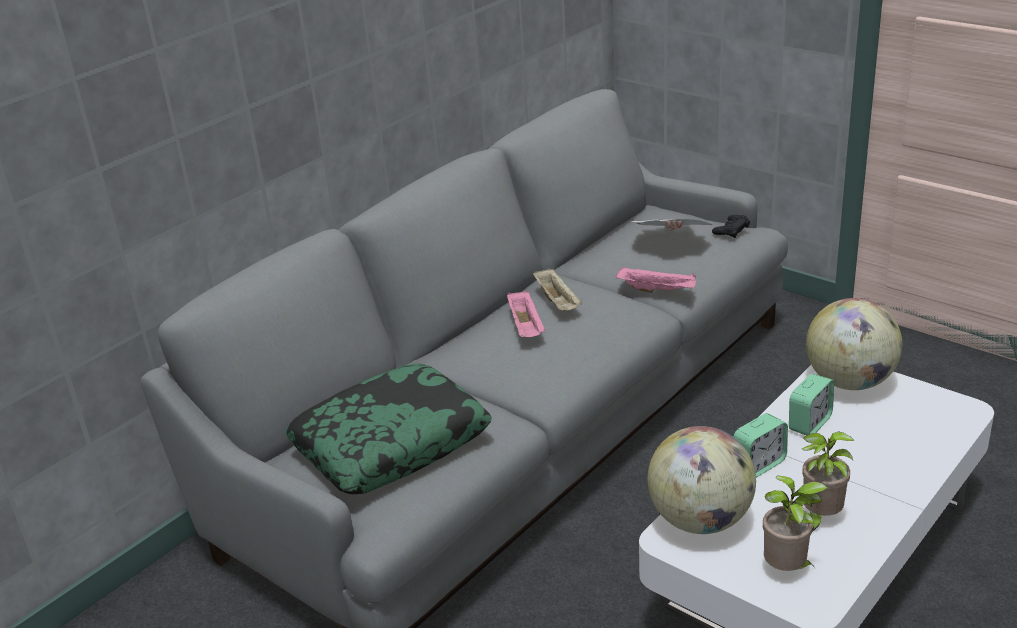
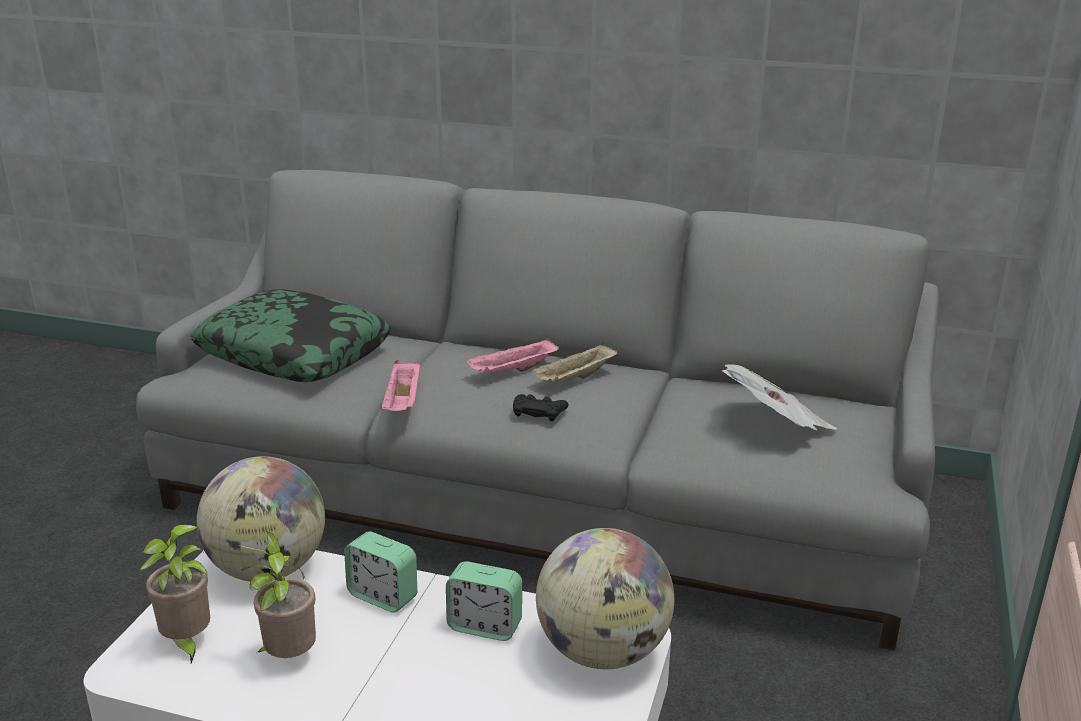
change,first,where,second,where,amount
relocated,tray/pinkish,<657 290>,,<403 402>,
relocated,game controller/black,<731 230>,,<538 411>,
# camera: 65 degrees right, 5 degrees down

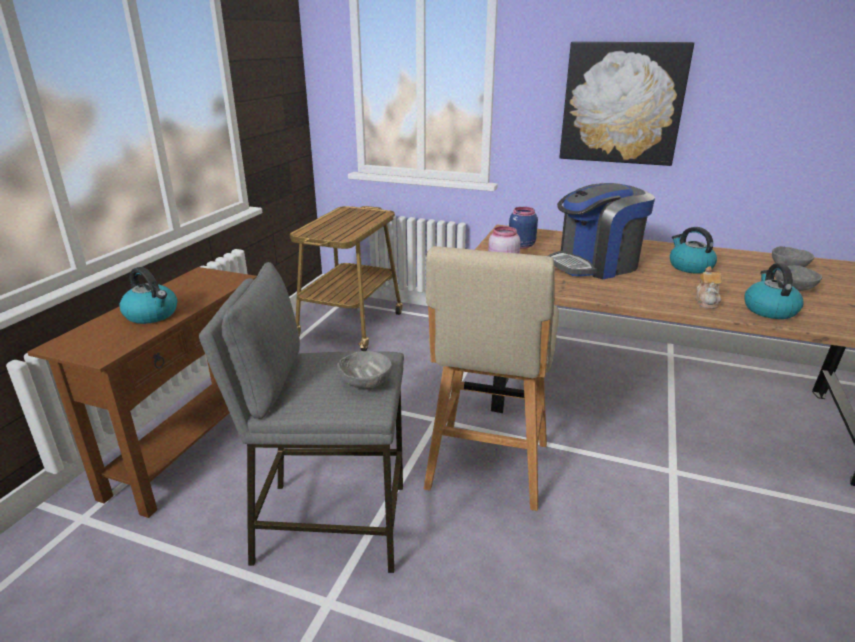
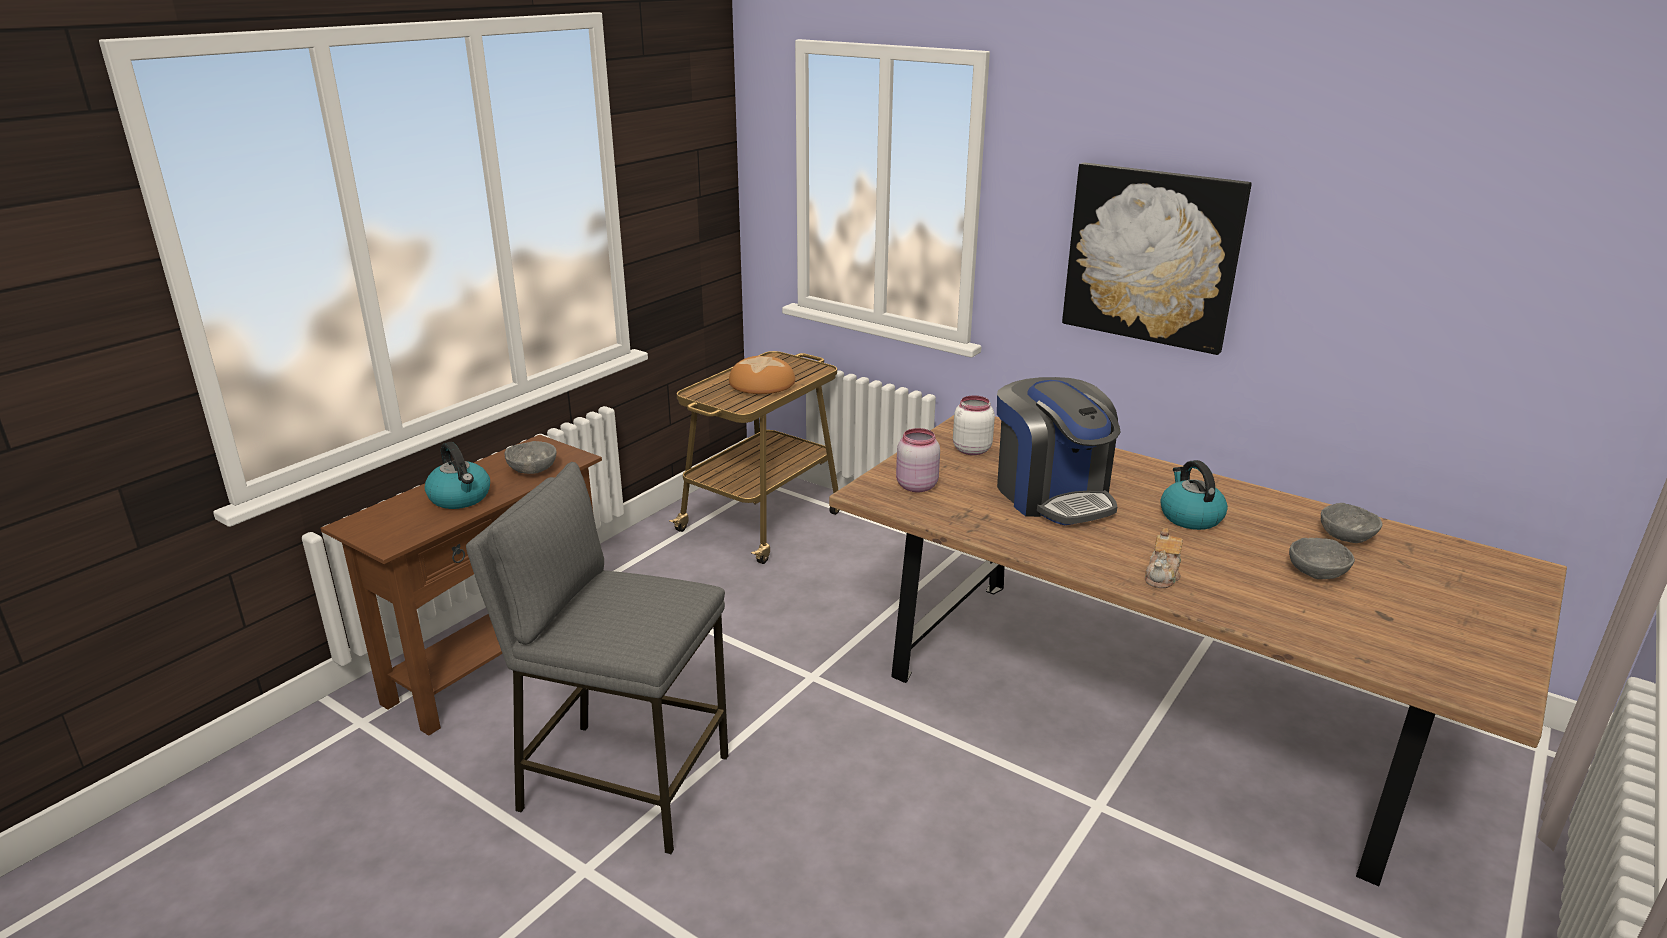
change,first,where,second,where,amount
relocated,deep dish/grey,<365 383>,,<532 470>,
appeared,,,bread,<761 383>,
colour,storage jar/blue,<520 245>,storage jar/white,<970 449>,
spun,coffee maker,<595 265>,,<1052 495>,105 degrees counterclockwise
missing,sitting stool/beige-coloured,<487 469>,,,
missing,kettle,<769 310>,,,
# camera: 15 degrees right, 0 degrees up

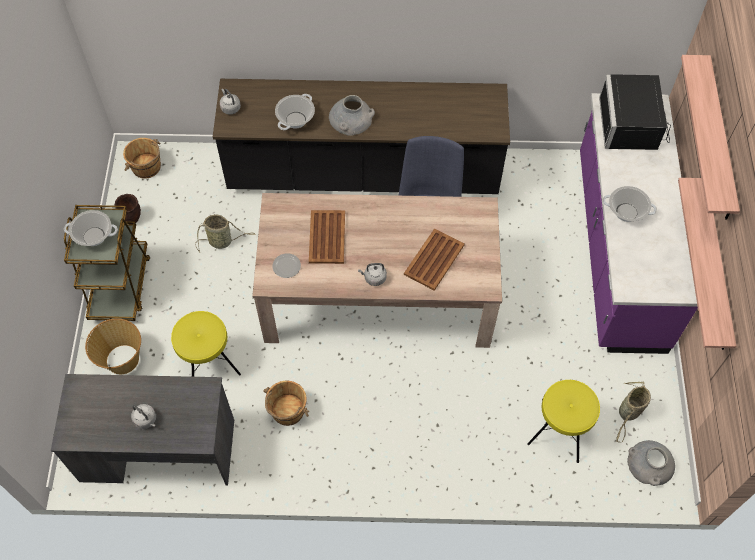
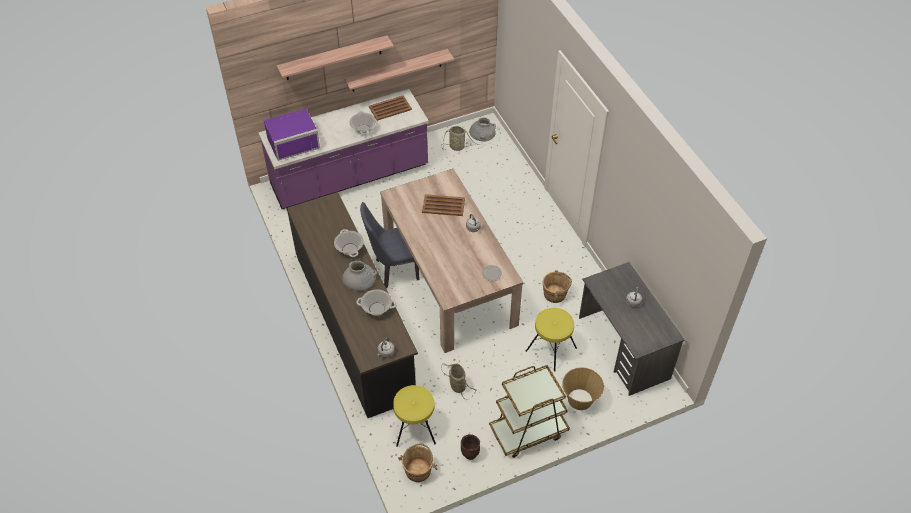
change,first,where,second,where,amount
colour,kitchen microwave/black,<633 125>,kitchen microwave/purple-coloured,<292 141>,
relocated,cooking pot,<94 236>,,<349 249>,
relocated,tray/brown,<327 236>,,<389 108>,
relocated,sitting stool/yellowish,<560 430>,,<415 427>,
# camera: 115 degrees left, 10 degrees down

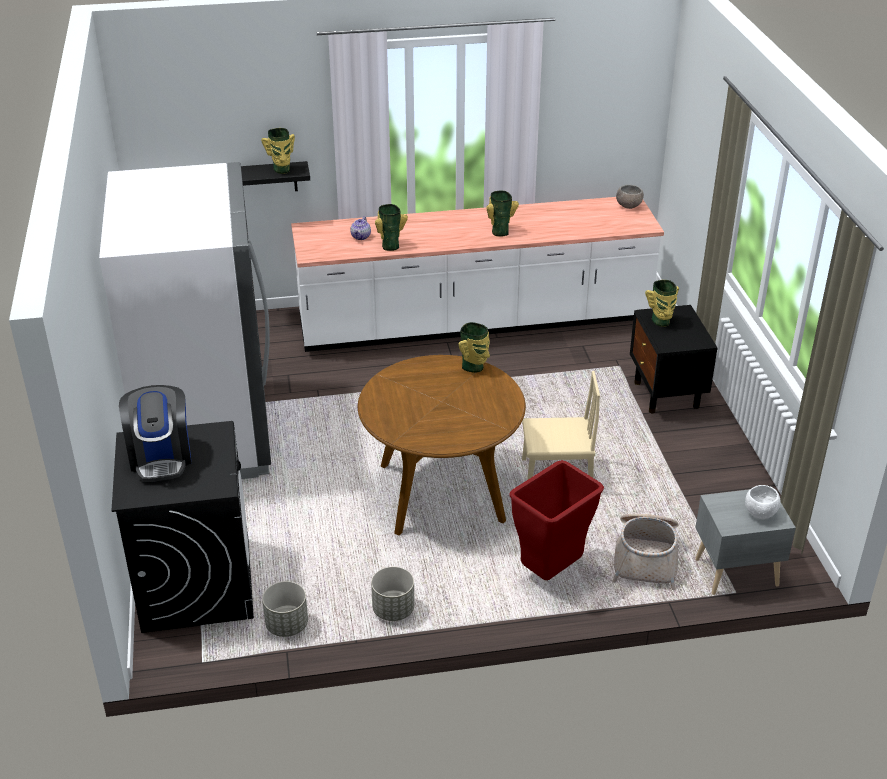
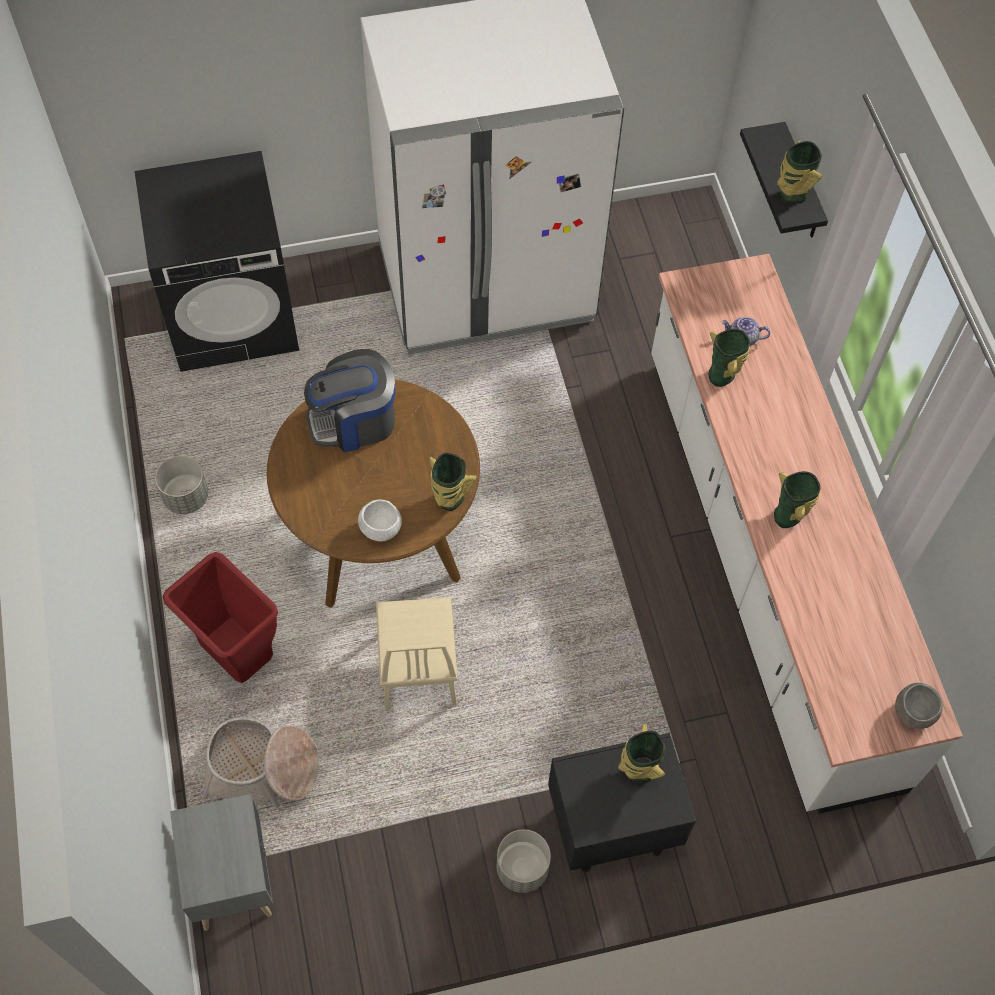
change,first,where,second,where,amount
relocated,coffee maker,<161 457>,,<354 421>,
relocated,deep dish/white,<760 513>,,<380 529>,
relocated,plant pot/grey,<286 625>,,<522 868>,
# camera: 85 degrees right, 25 degrees up

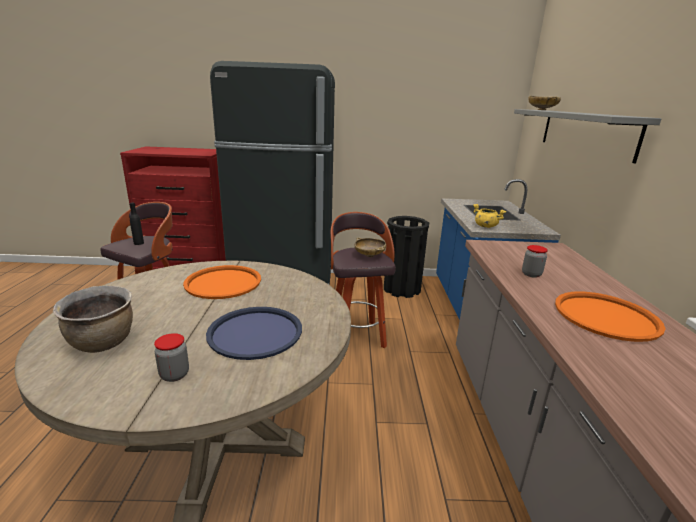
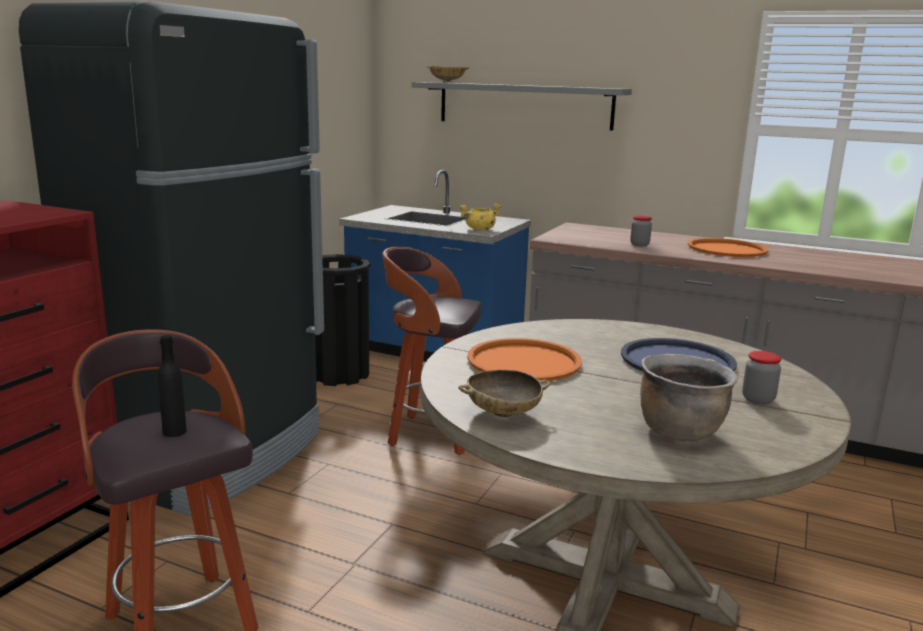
change,first,where,second,where,amount
relocated,deep dish/beige-coloured,<369 255>,,<503 413>,
# camera: 65 degrees left, 5 degrees down

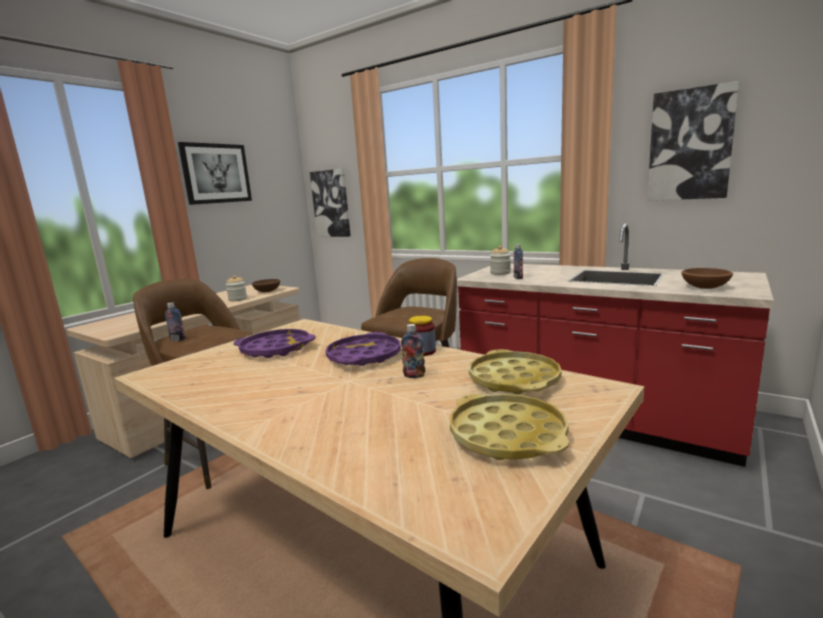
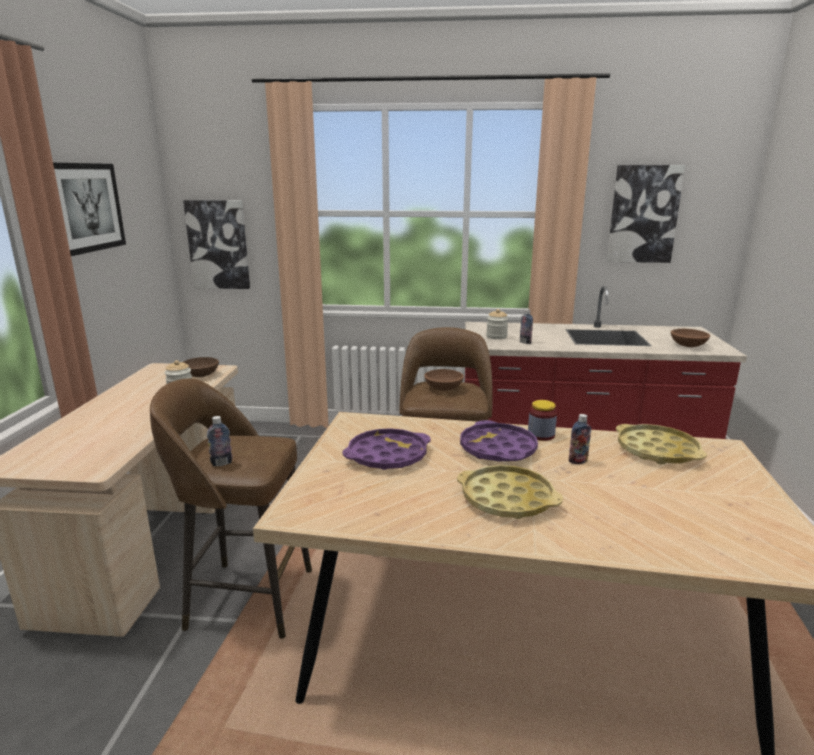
change,first,where,second,where,amount
appeared,,,deep dish/brown,<443 388>,
relocated,tray/yellowish,<507 435>,,<507 499>,
# camera: 30 degrees left, 5 degrees up

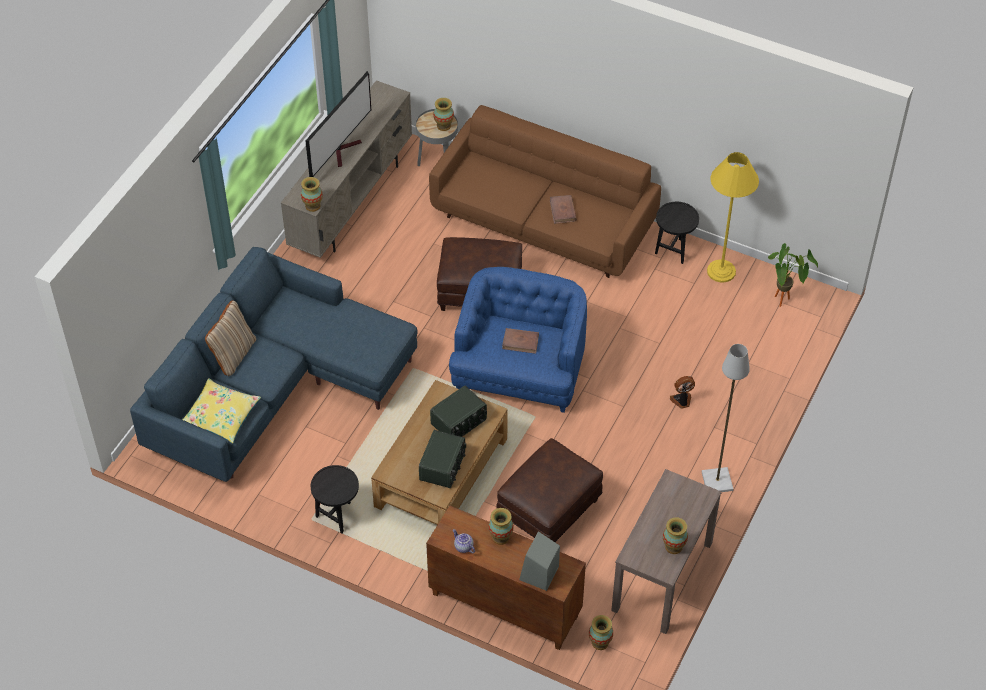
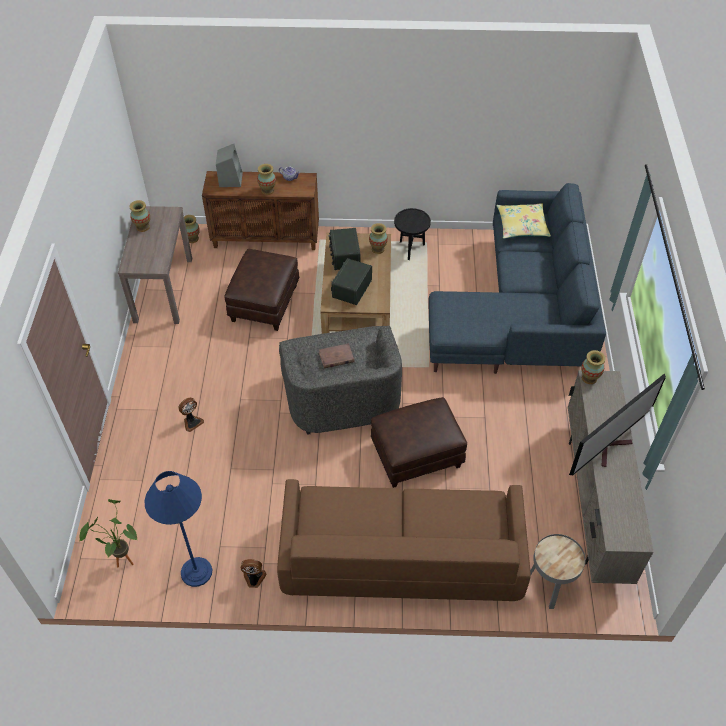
change,first,where,second,where,amount
colour,standard lamp/yellowish,<721 271>,standard lamp/blue,<196 572>,
exchanged,side table/black,<674 250>,electric fan,<254 579>,
colour,armchair/blue,<519 370>,armchair/grey,<341 397>,
relocated,flower vase,<444 126>,,<378 249>,
spun,television,<344 150>,,<611 447>,135 degrees counterclockwise
missing,pillow/beige-coloured,<233 355>,,,
missing,book/brown,<562 211>,,,
missing,standard lamp/grey,<716 481>,,,
# camera: 155 degrees right, 0 degrees up

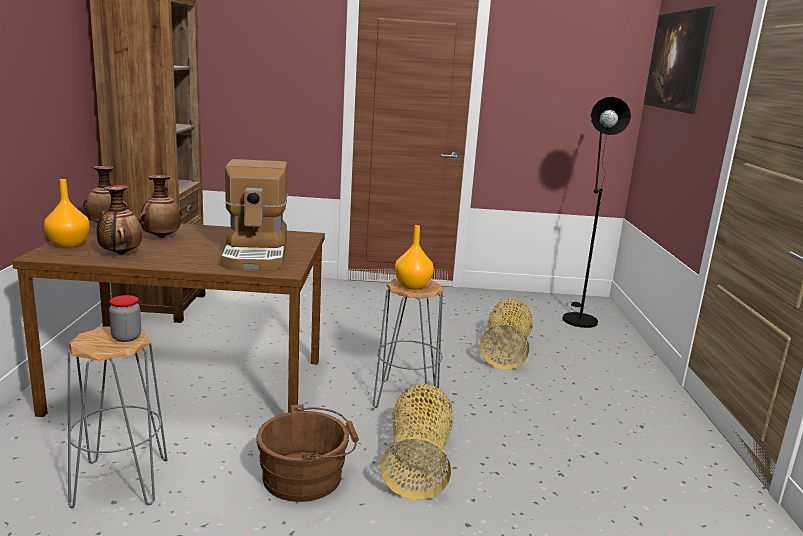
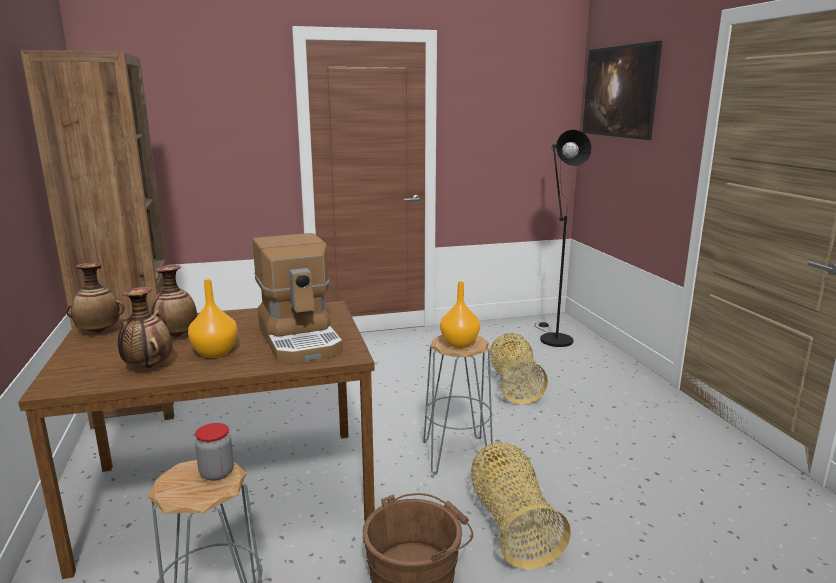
change,first,where,second,where,amount
relocated,flower vase/orange,<69 244>,,<215 352>,
# camera: 15 degrees left, 0 degrees up

